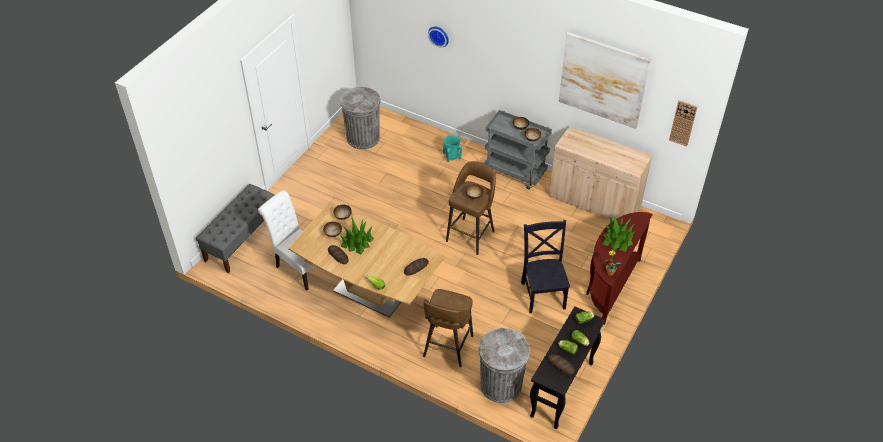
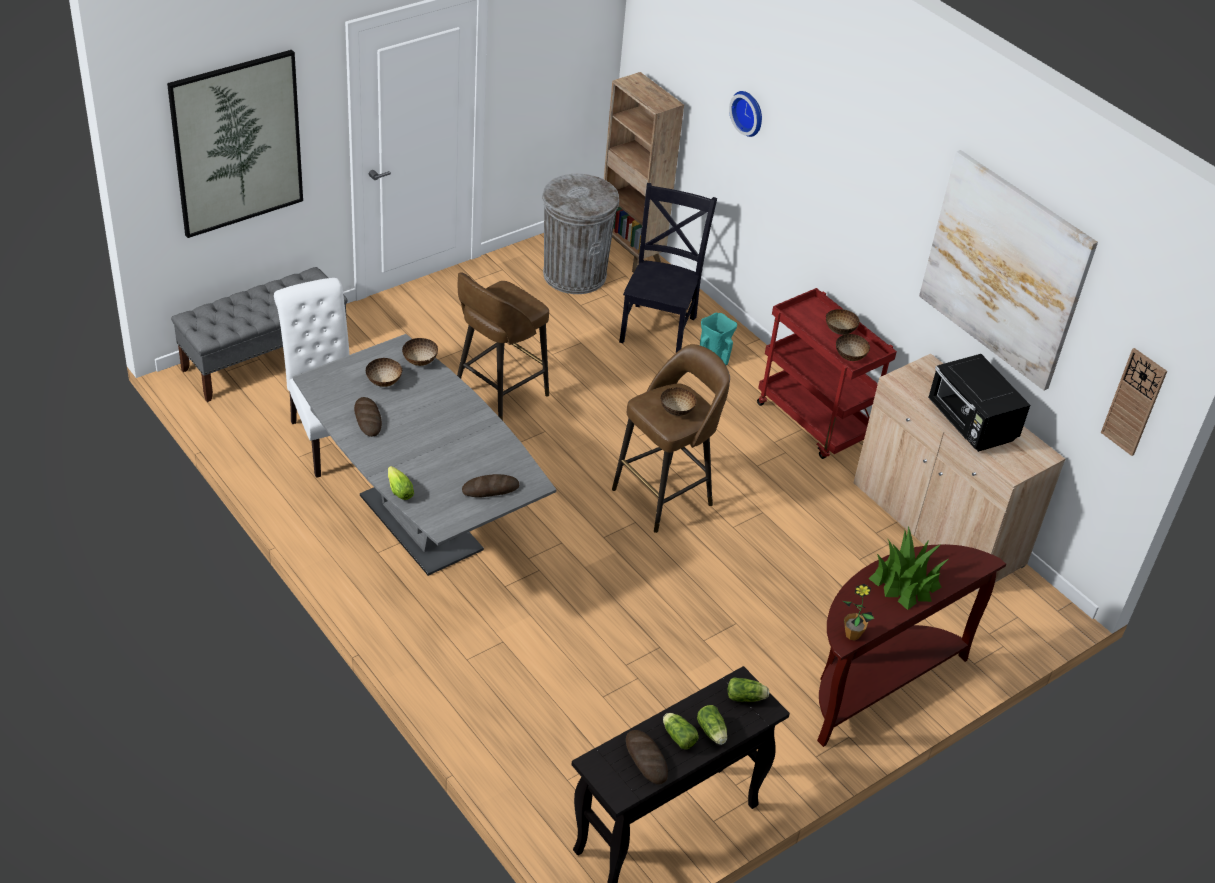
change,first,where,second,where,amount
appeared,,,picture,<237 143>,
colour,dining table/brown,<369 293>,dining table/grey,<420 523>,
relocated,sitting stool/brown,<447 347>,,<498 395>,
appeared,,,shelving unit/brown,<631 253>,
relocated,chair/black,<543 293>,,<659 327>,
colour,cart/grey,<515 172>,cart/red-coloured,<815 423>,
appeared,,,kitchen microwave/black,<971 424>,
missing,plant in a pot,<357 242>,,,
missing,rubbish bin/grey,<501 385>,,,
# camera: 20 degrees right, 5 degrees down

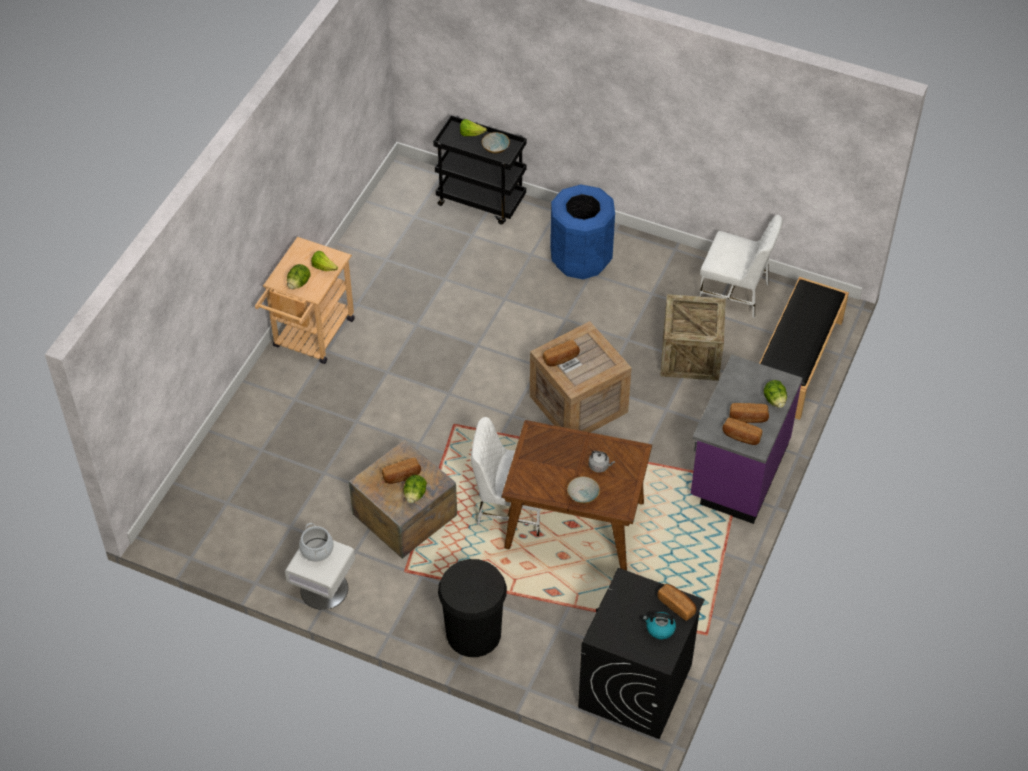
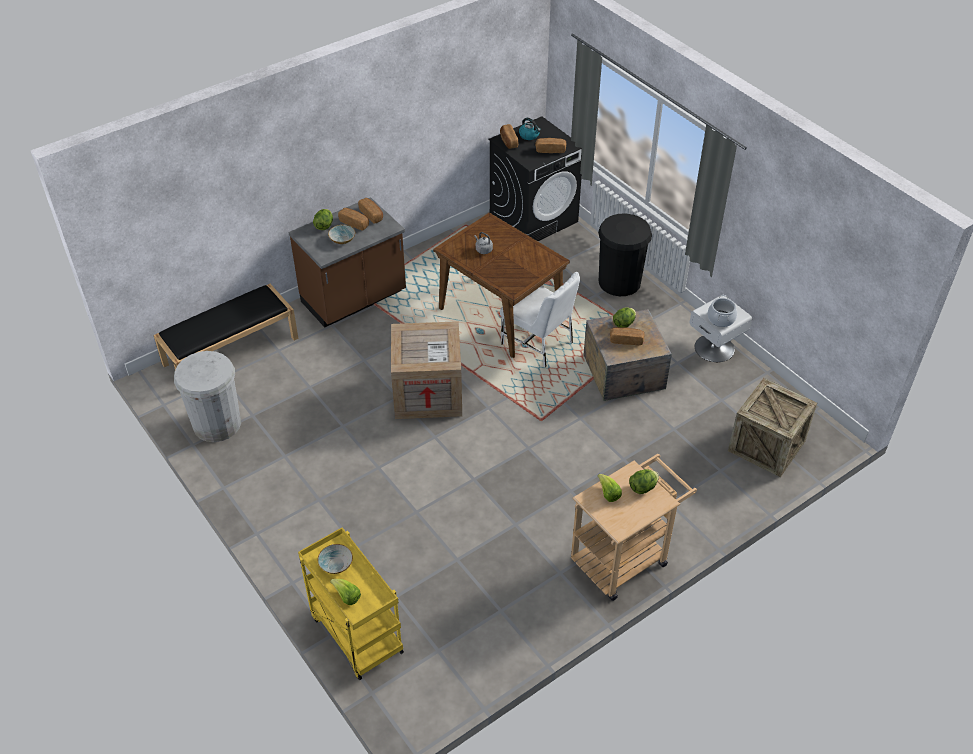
change,first,where,second,where,amount
exchanged,chair/white,<735 293>,rubbish bin/white,<217 424>,
colour,kitchen counter/purple-coloured,<737 471>,kitchen counter/brown,<354 299>,
colour,cart/black,<482 201>,cart/yellowish,<355 634>,
relocated,deep dish,<582 495>,,<342 239>,
relocated,bread,<561 359>,,<550 150>,
relocated,shipping crate,<690 356>,,<766 446>,
missing,rubbish bin/blue,<580 259>,,,
# camera: 150 degrees left, 5 degrees down

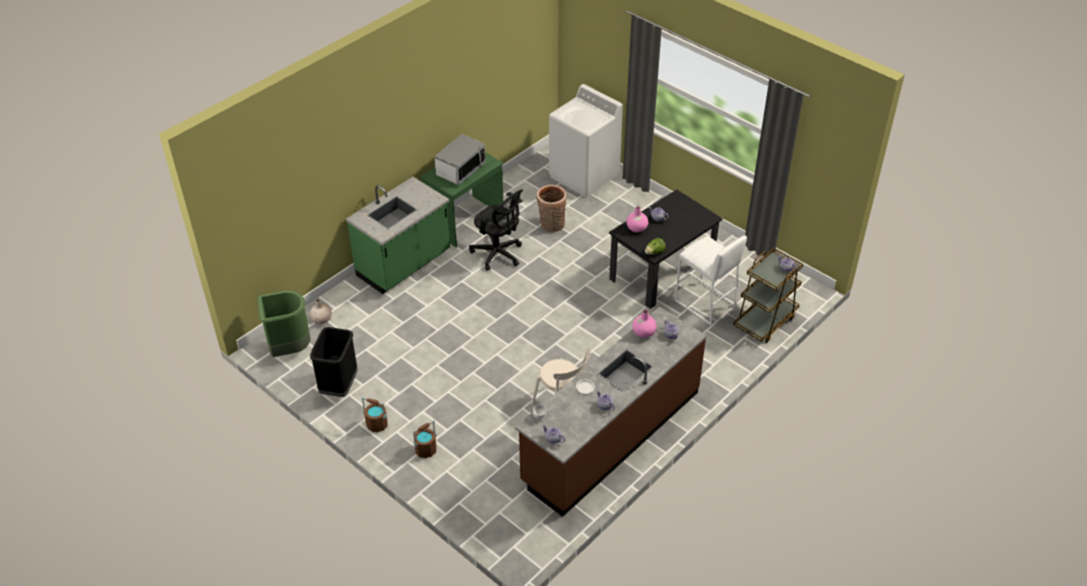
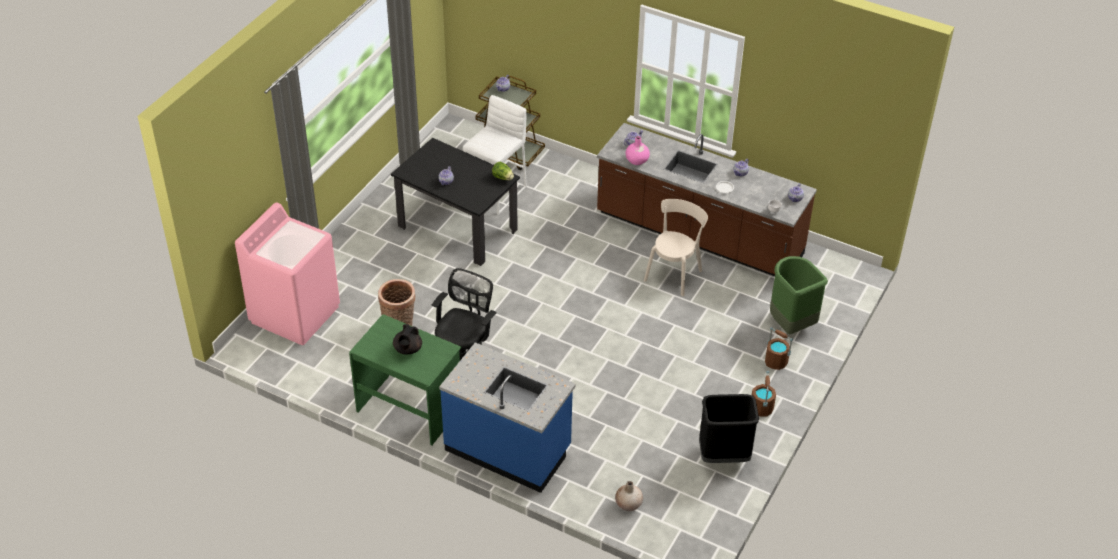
change,first,where,second,where,amount
colour,laundry appliance/white,<584 176>,laundry appliance/pinkish,<295 314>,
exchanged,kitchen microwave,<460 170>,tea pot/black,<407 349>,
colour,kitchen counter/green,<404 265>,kitchen counter/blue,<508 449>,
relocated,rubbish bin/green,<289 349>,,<790 324>,
missing,flower vase/pinkish,<636 228>,,,
# camera: 105 degrees left, 0 degrees up

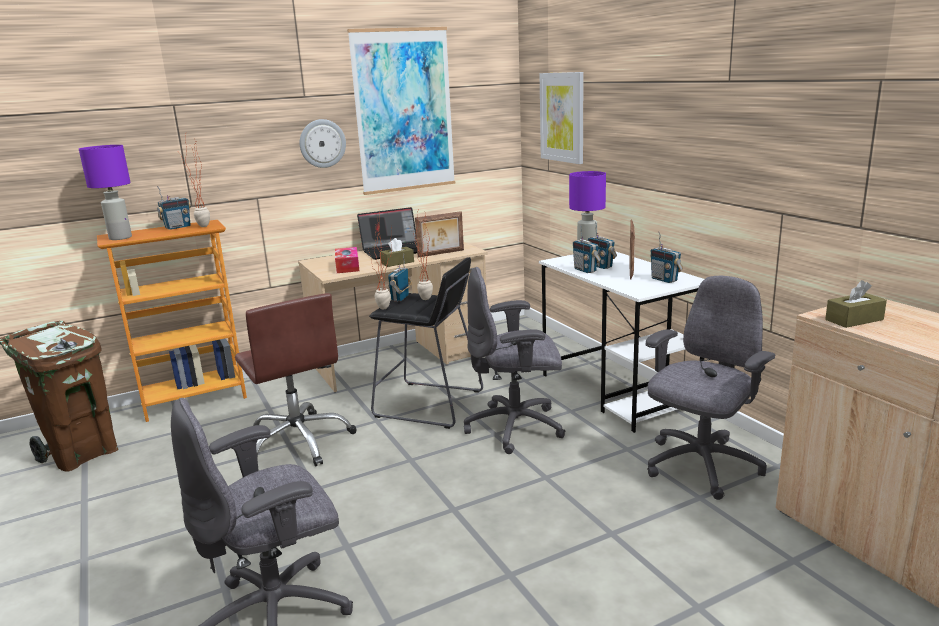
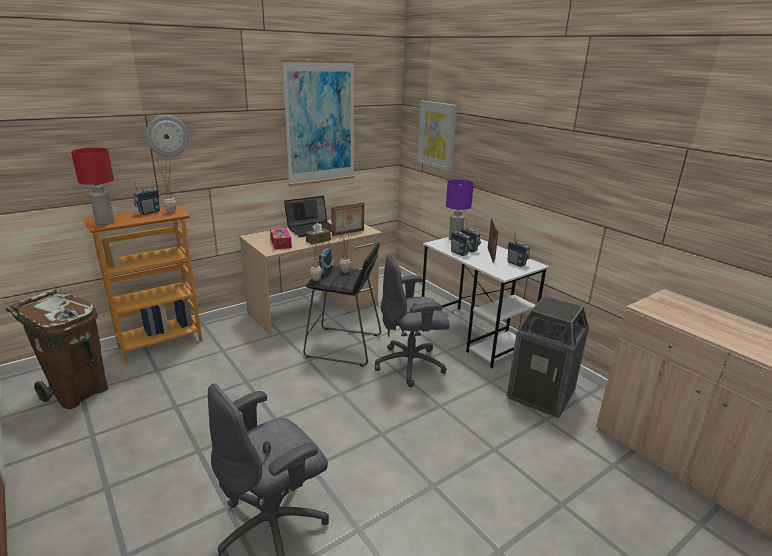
change,first,where,second,where,amount
colour,table lamp/purple-coloured,<120 238>,table lamp/red-coloured,<104 222>,
relocated,clock on the wall,<322 143>,,<167 136>,
exchanged,desk chair/grey,<700 466>,rubbish bin,<541 395>,
missing,desk chair/brown,<299 441>,,,
missing,box of tissues/brown,<854 320>,,,
# camera: 10 degrees left, 5 degrees up

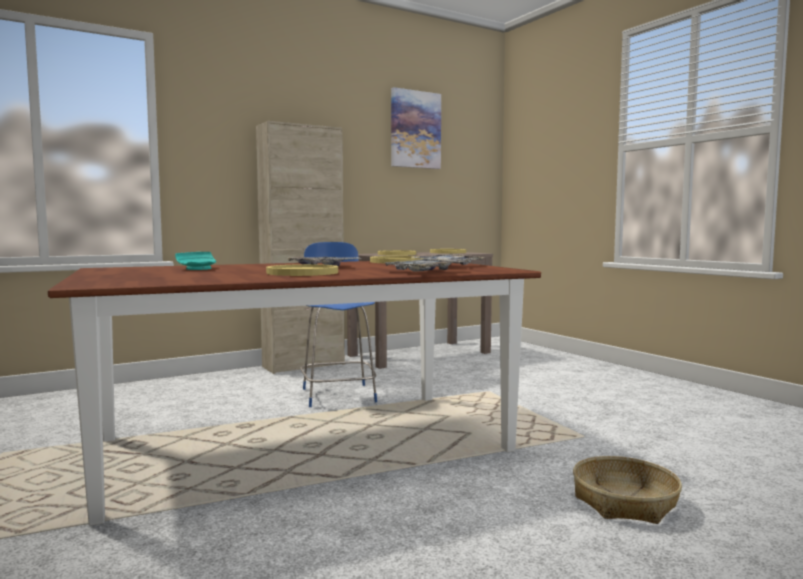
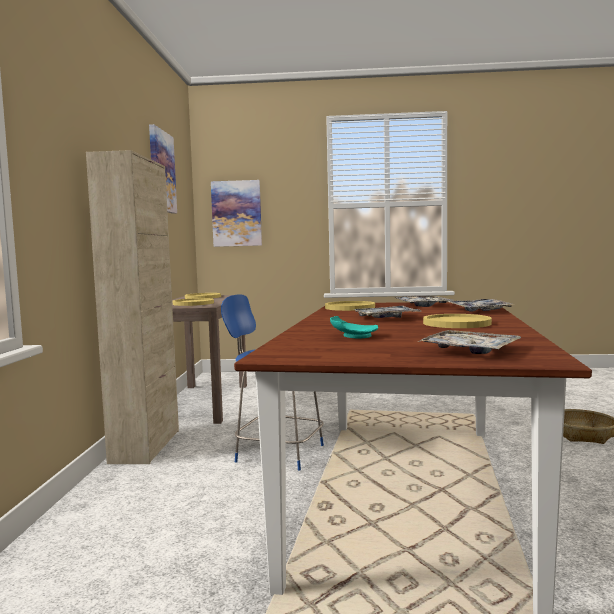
change,first,where,second,where,amount
appeared,,,picture,<236 213>,
appeared,,,tray,<470 351>,
# camera: 55 degrees left, 0 degrees up

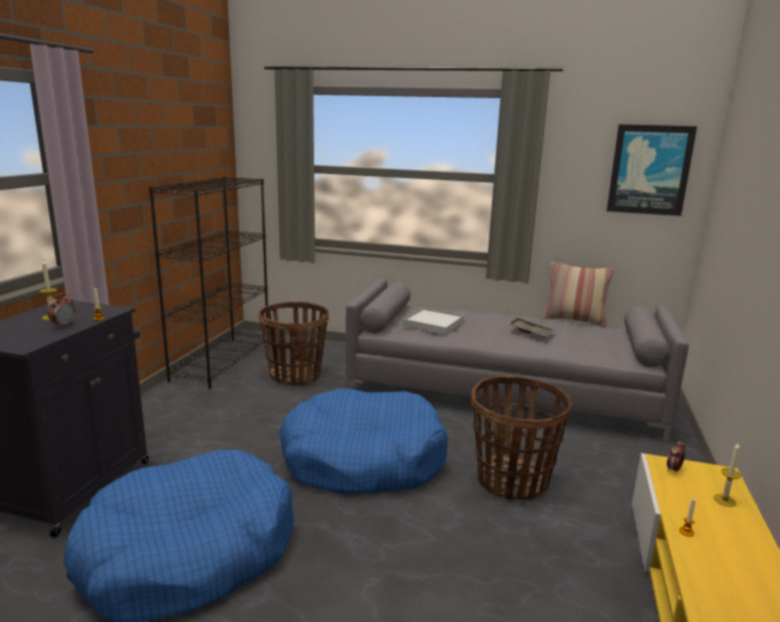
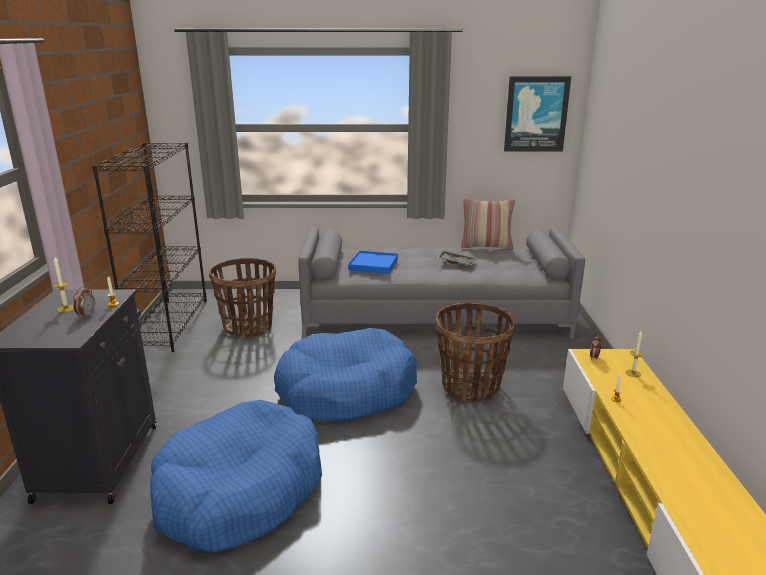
change,first,where,second,where,amount
colour,tray/white,<433 323>,tray/blue,<373 264>,
# camera: 15 degrees left, 5 degrees up

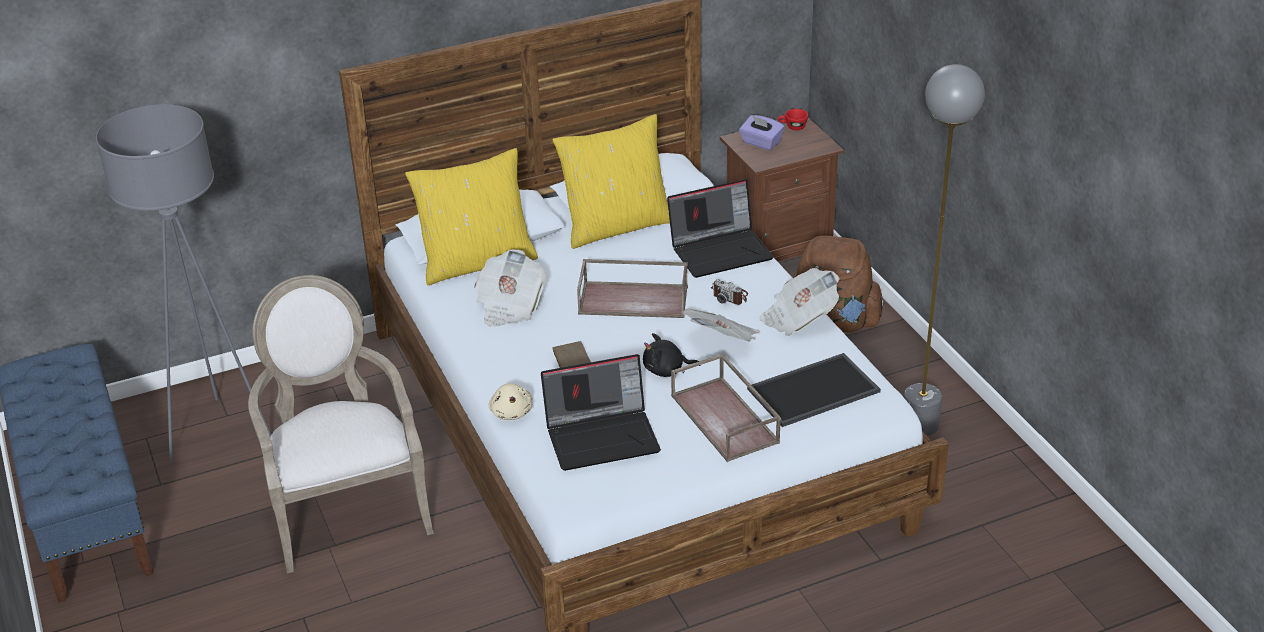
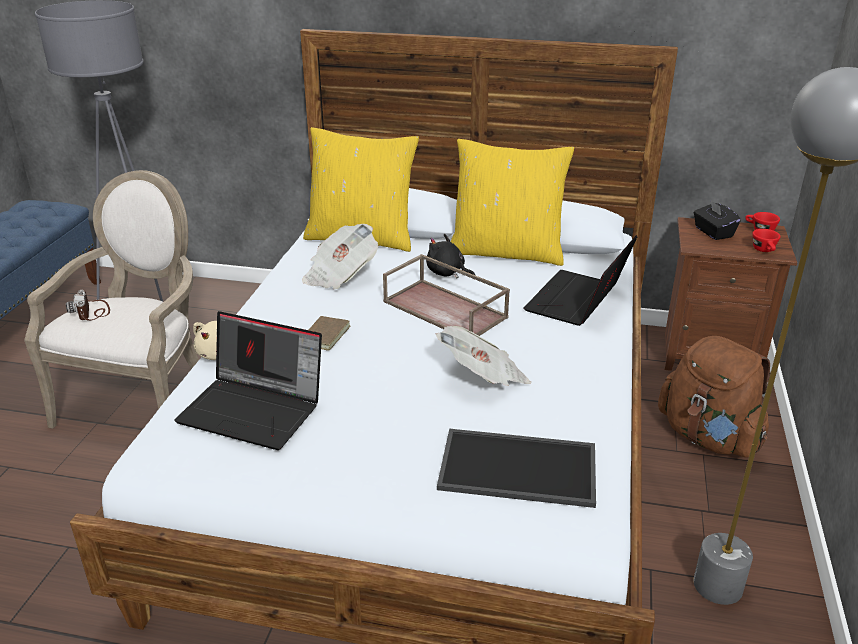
change,first,where,second,where,amount
relocated,photo camera,<730 296>,,<92 312>,
relocated,soft toy/black,<666 370>,,<447 273>,
spun,portable computer,<721 250>,,<578 301>,105 degrees clockwise
colour,box of tissues/purple-coloured,<761 143>,box of tissues/black,<713 232>,
appeared,,,small cup/red-coloured,<765 251>,
missing,tray/brown,<726 419>,,,
missing,printed paper,<798 318>,,,
# camera: 35 degrees right, 5 degrees down

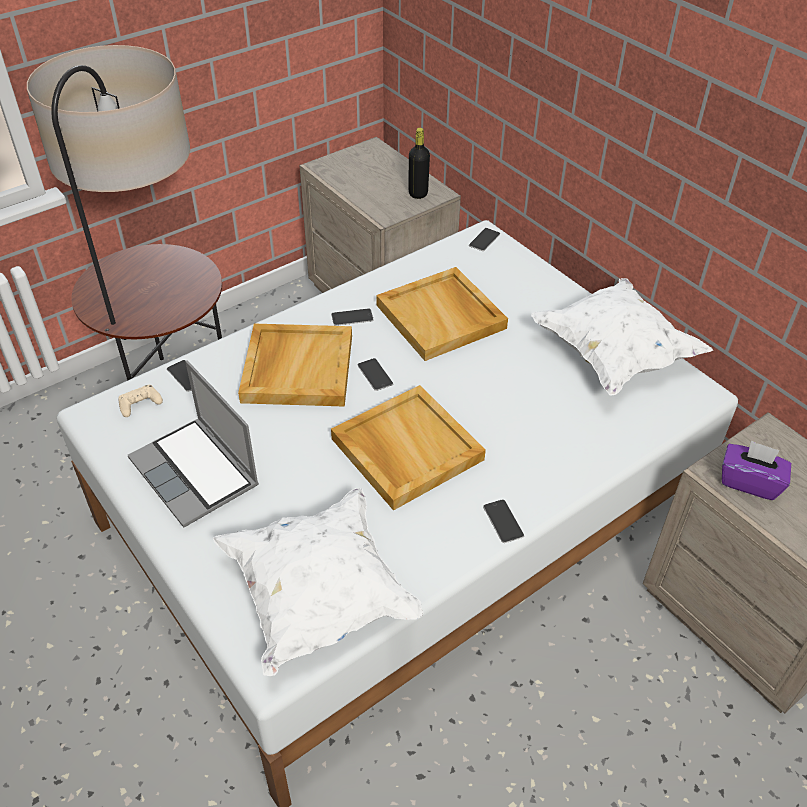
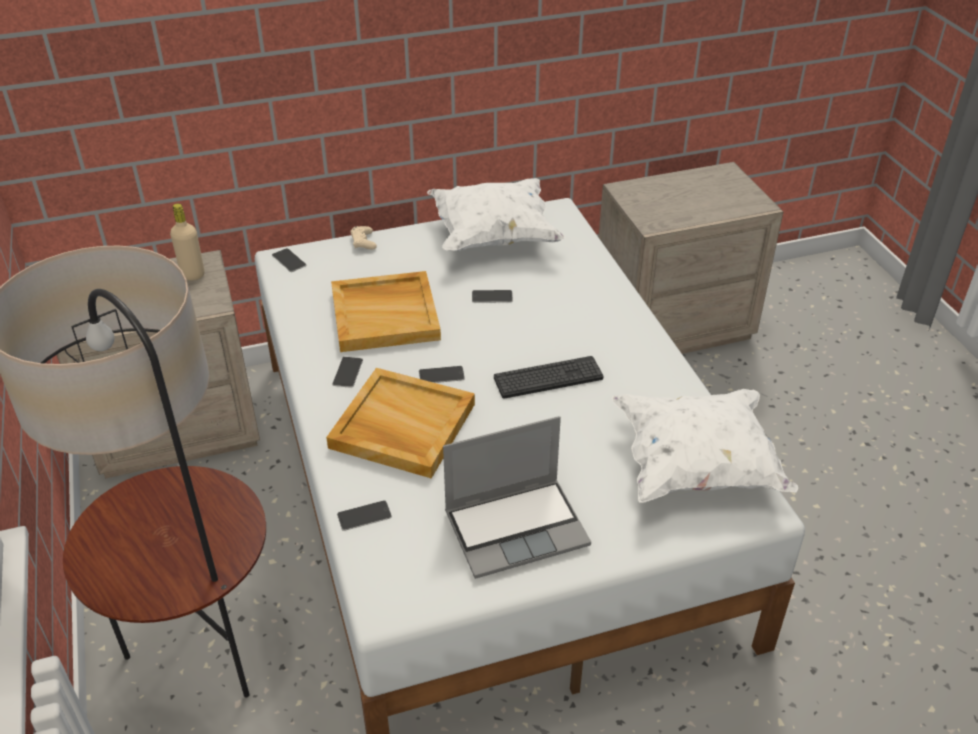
change,first,where,second,where,amount
colour,bottle/black,<418 193>,bottle/beige-coloured,<193 274>,
relocated,game controller/beige-coloured,<140 404>,,<363 242>,
relocated,handset,<503 521>,,<492 296>,
exchanged,tray/beige-coloured,<405 449>,computer keyboard,<548 378>,
missing,box of tissues/purple-coloured,<749 482>,,,
# camera: 70 degrees left, 5 degrees down

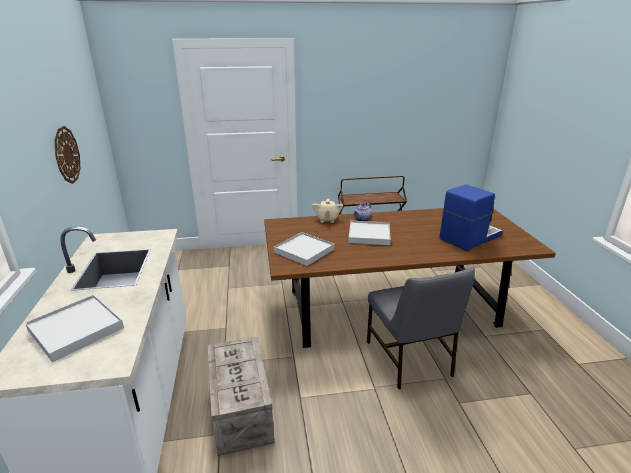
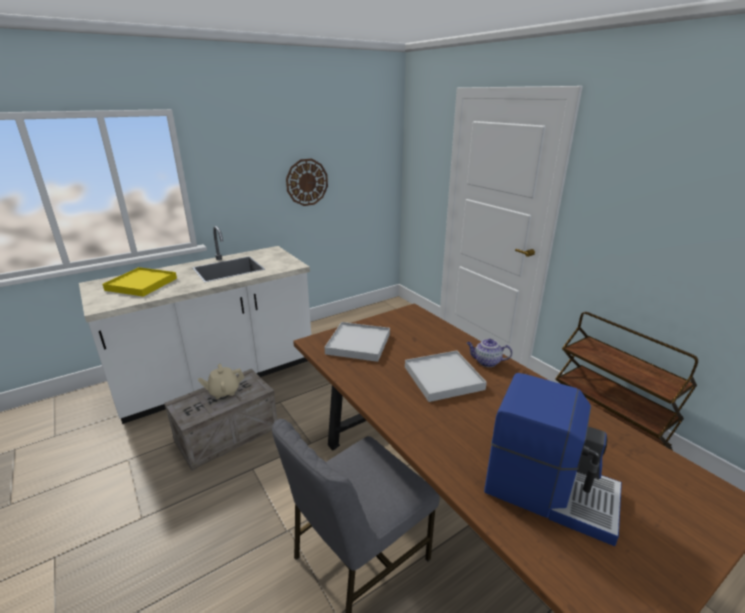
change,first,where,second,where,amount
colour,tray/white,<76 329>,tray/yellowish,<141 284>,
relocated,tea pot/beige-coloured,<327 219>,,<224 391>,
# camera: 65 degrees right, 0 degrees up

